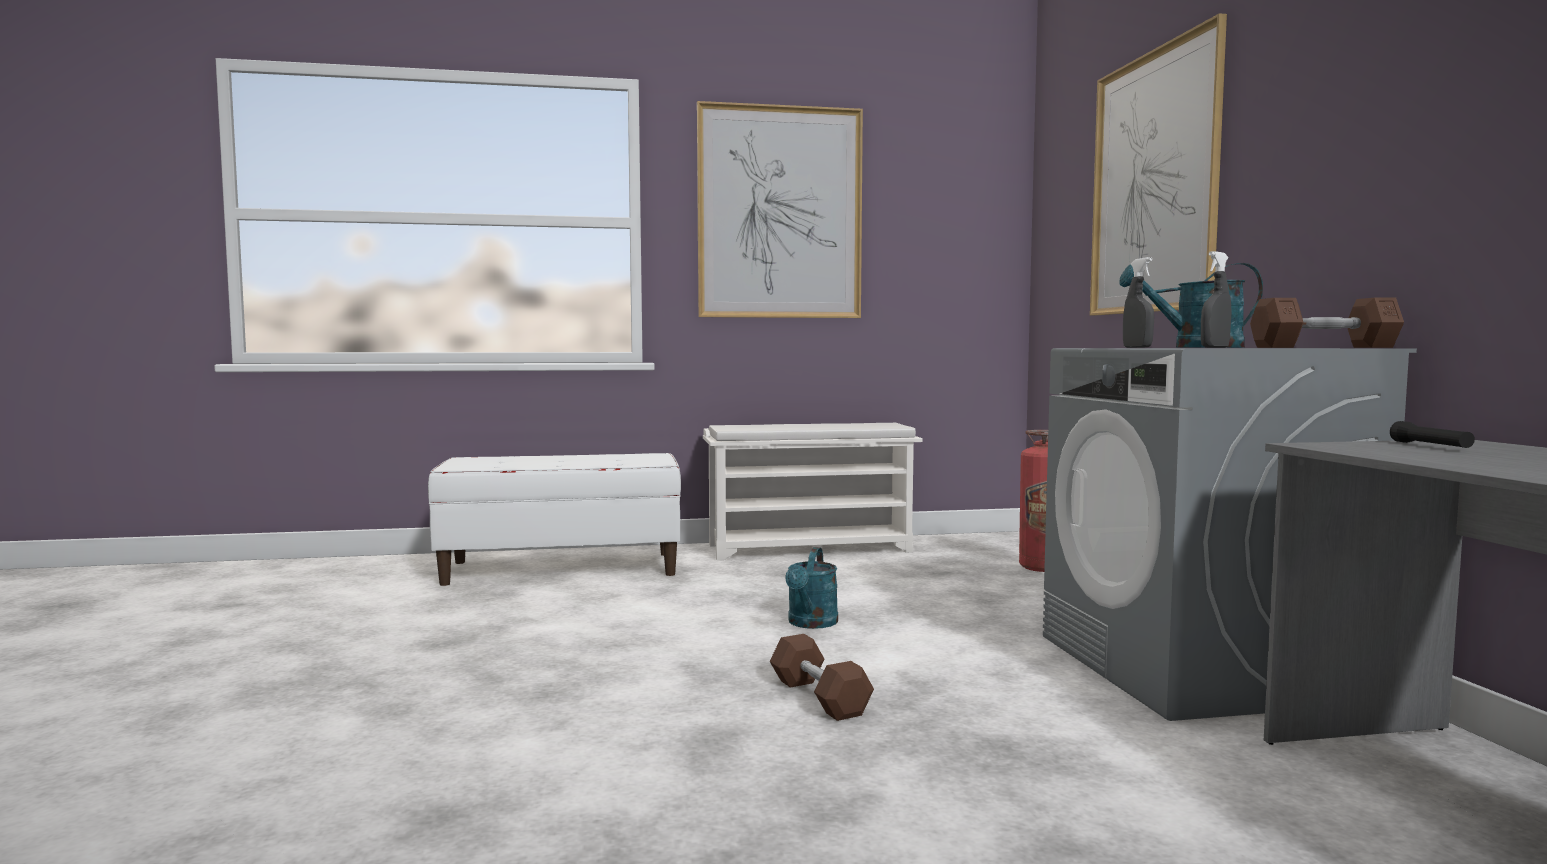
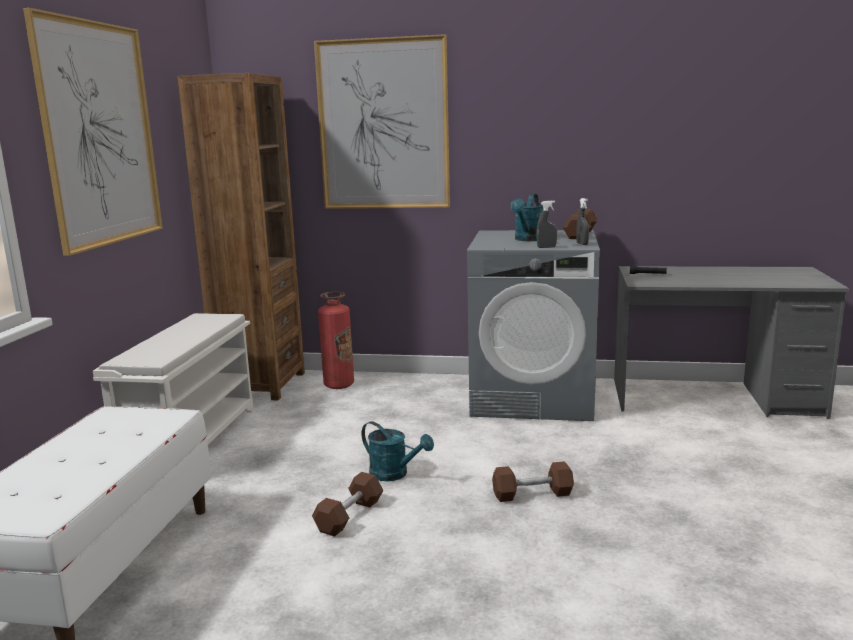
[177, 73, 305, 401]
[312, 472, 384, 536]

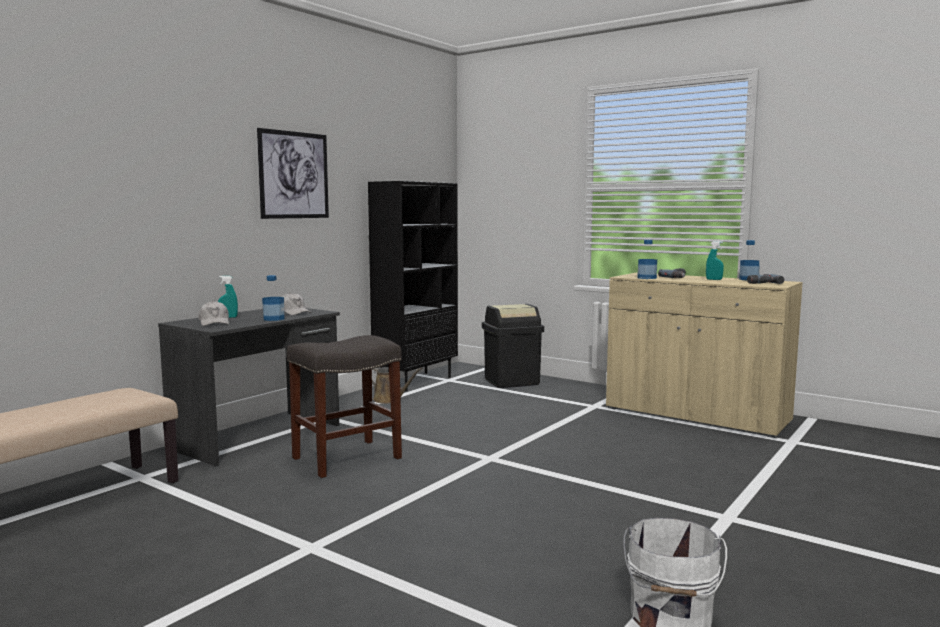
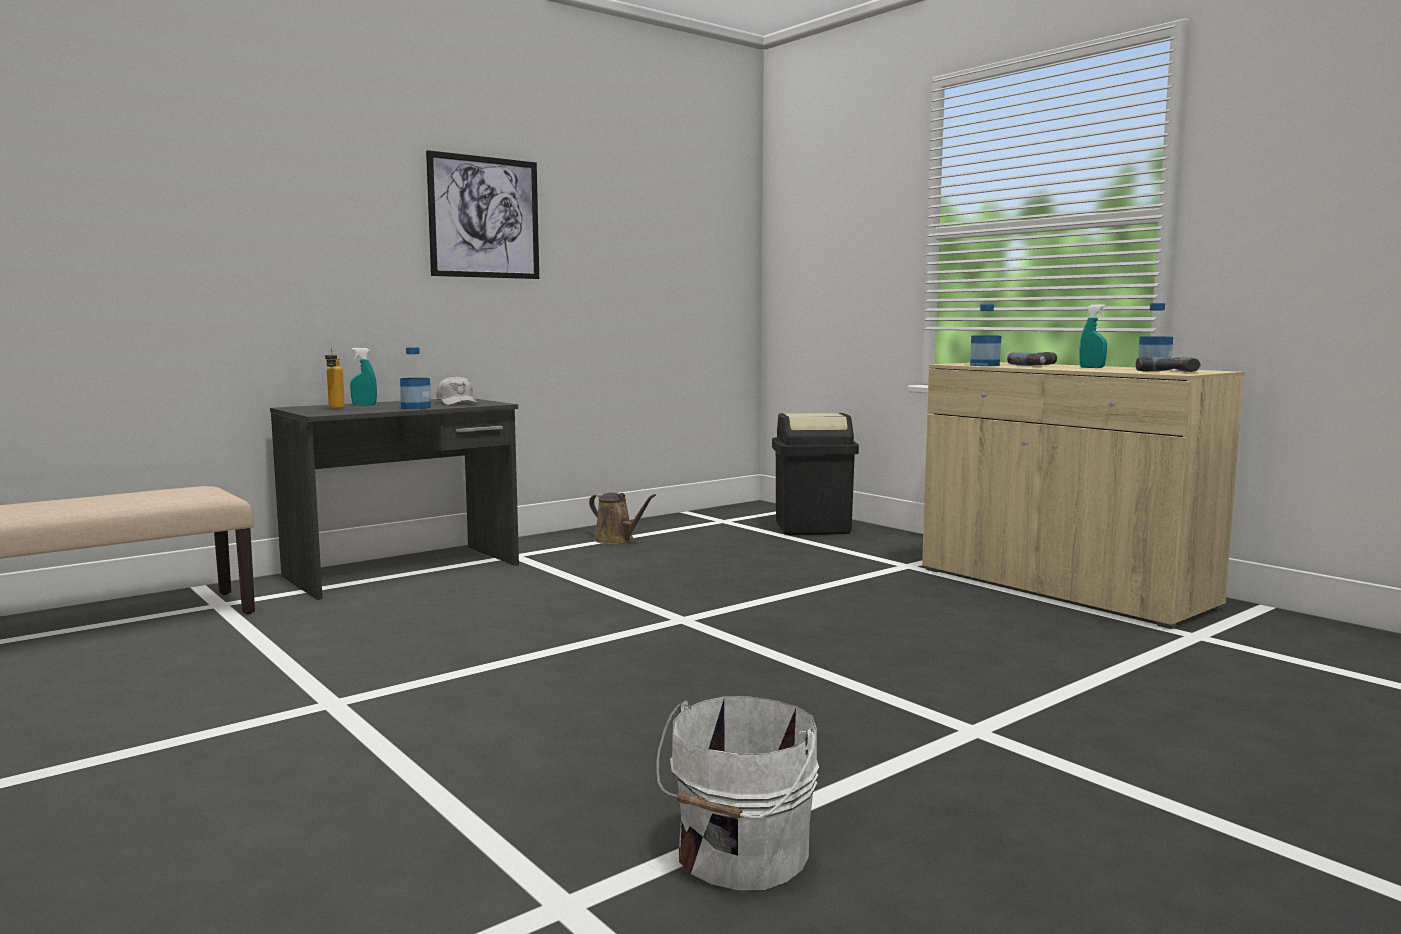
[368, 181, 458, 391] (first image)
[325, 348, 345, 409]
[287, 335, 402, 478] (first image)

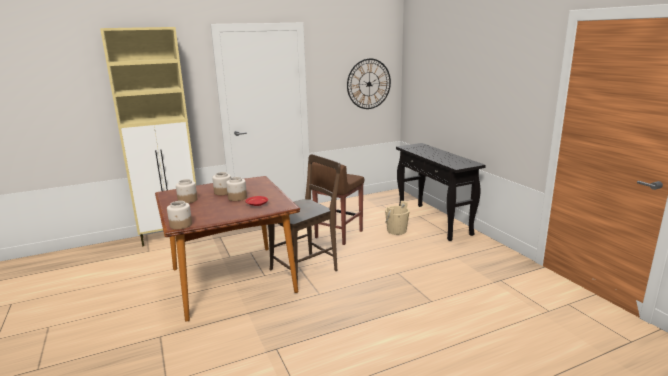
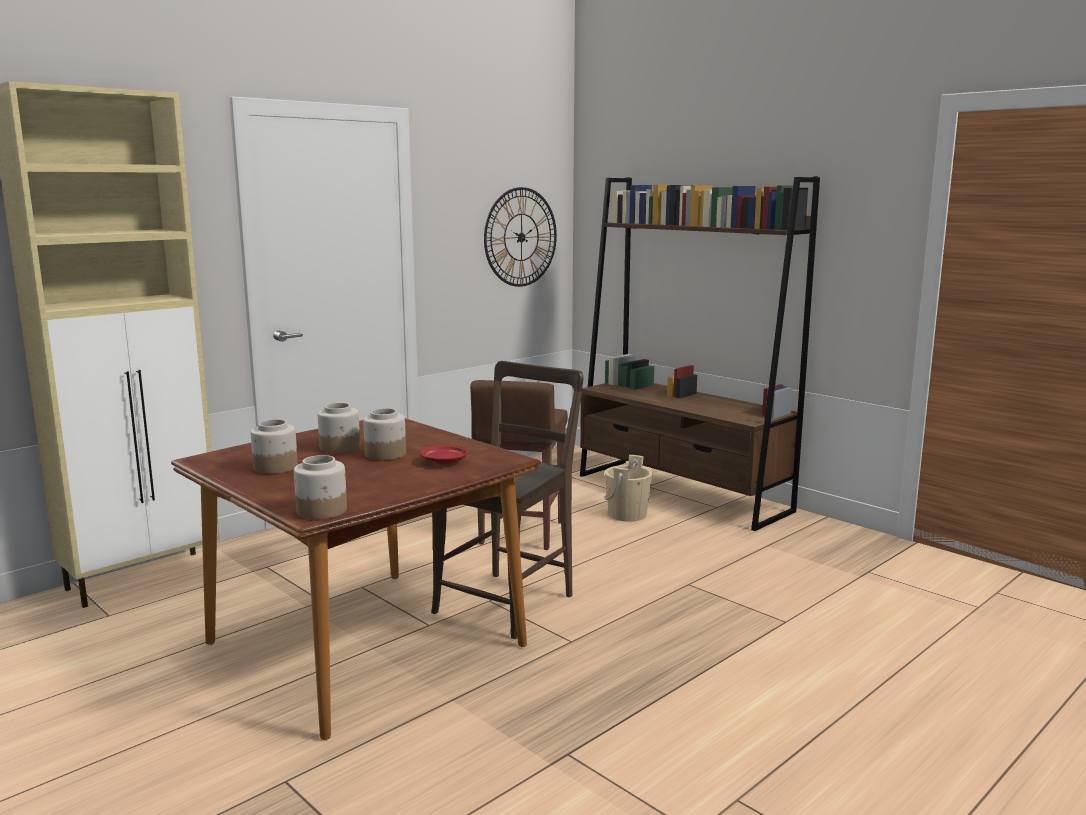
[580, 177, 820, 531]

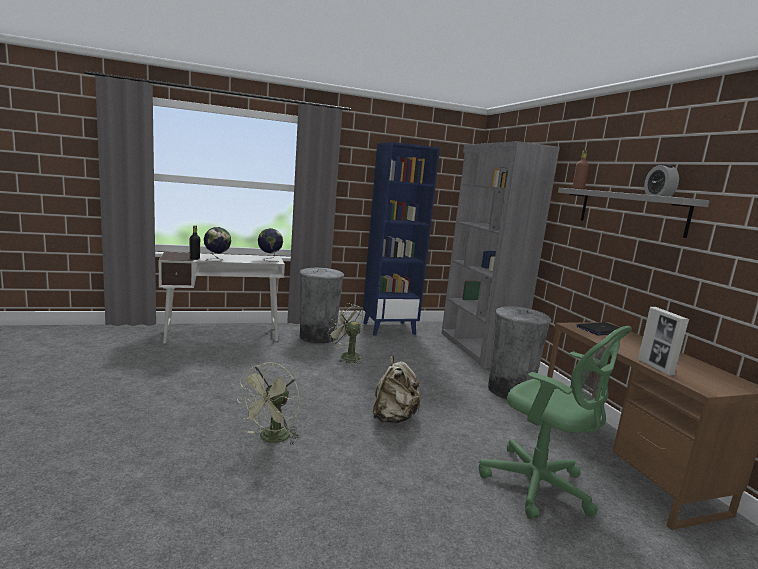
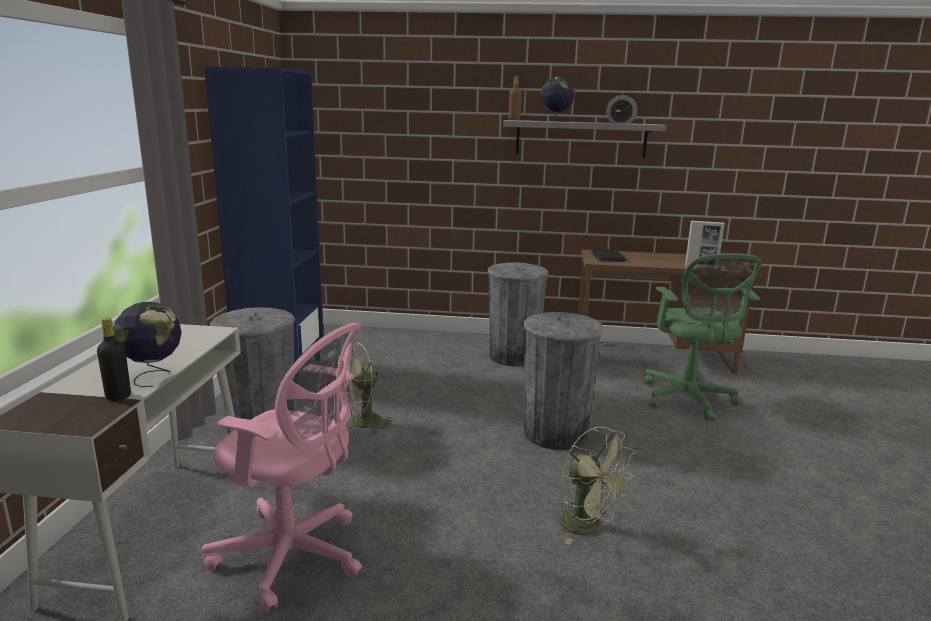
[441, 141, 560, 368] (first image)
[541, 77, 575, 122]
[644, 253, 762, 421]
[523, 312, 604, 450]
[202, 323, 362, 612]

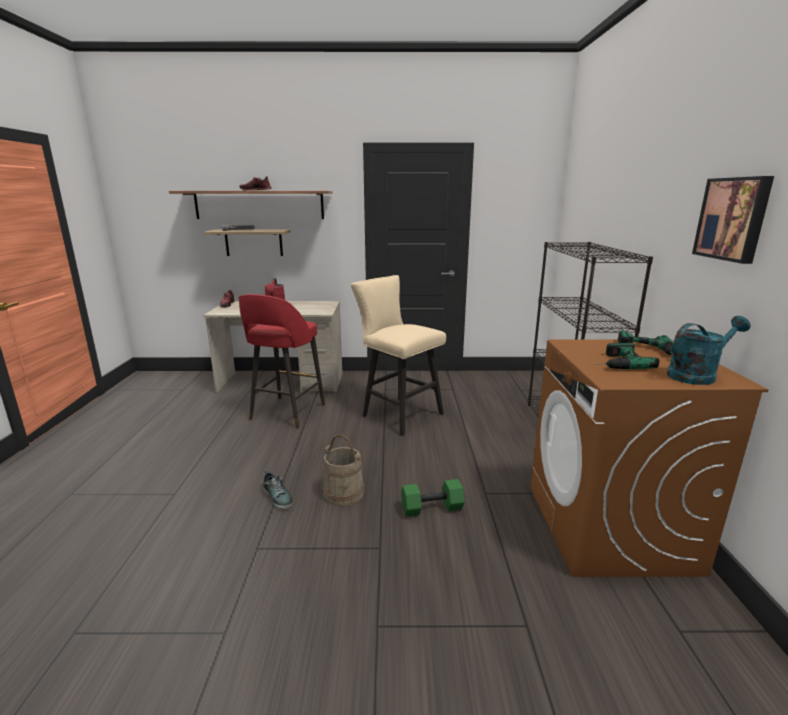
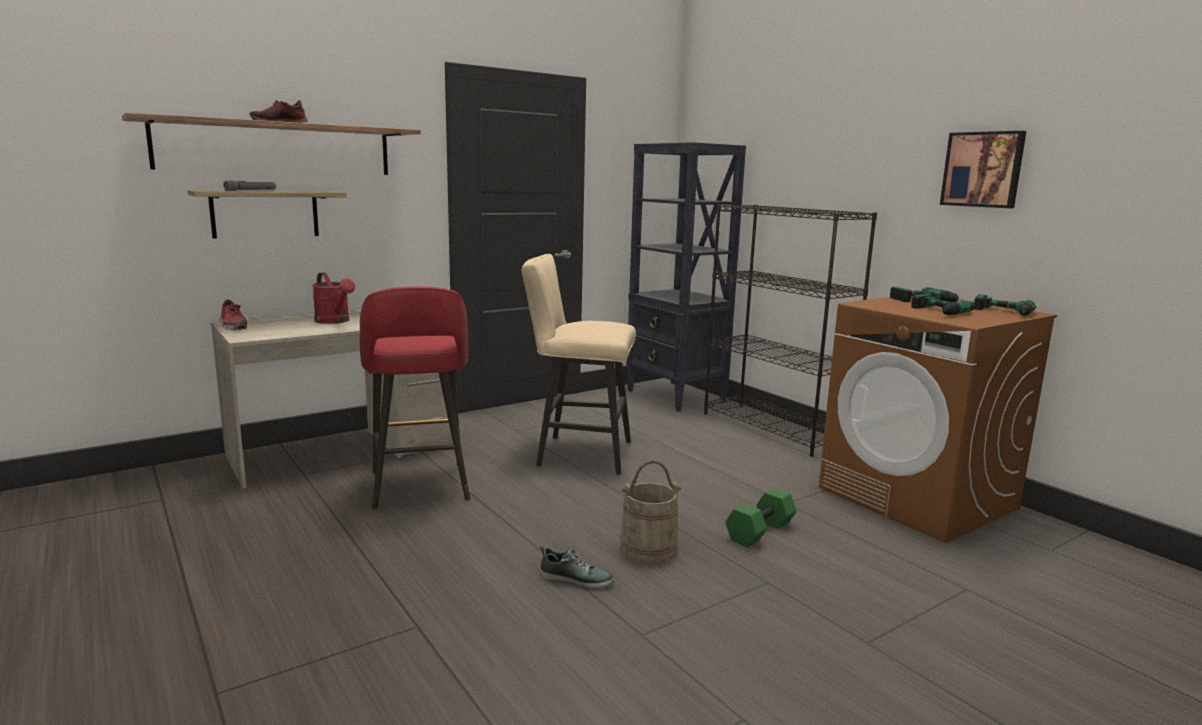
[974, 294, 1036, 316]
[626, 142, 746, 412]

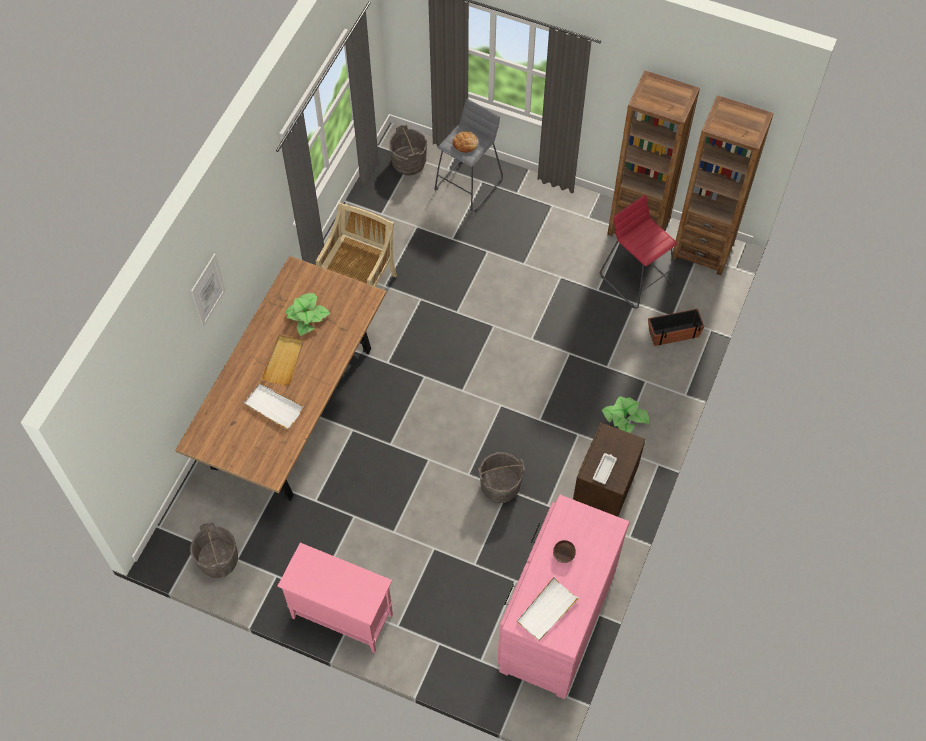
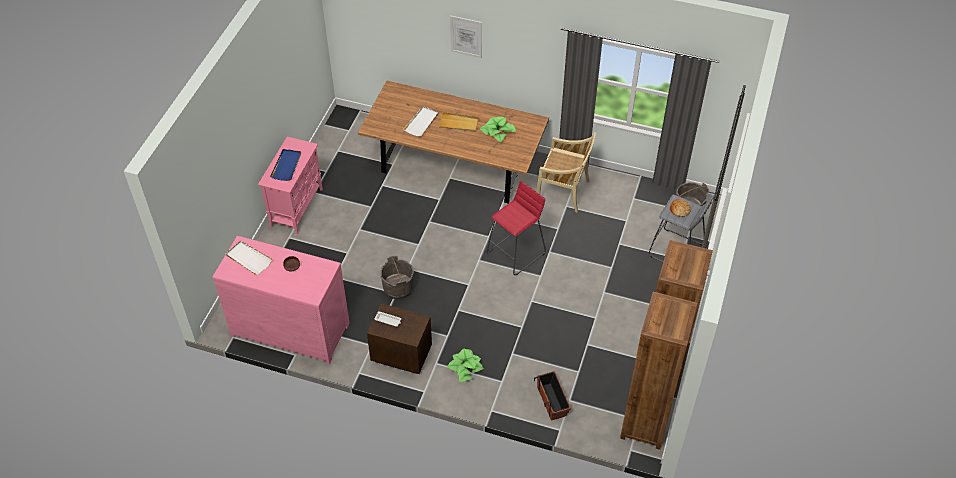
[487, 181, 546, 275]
[190, 522, 238, 578] (first image)
[270, 149, 301, 181]

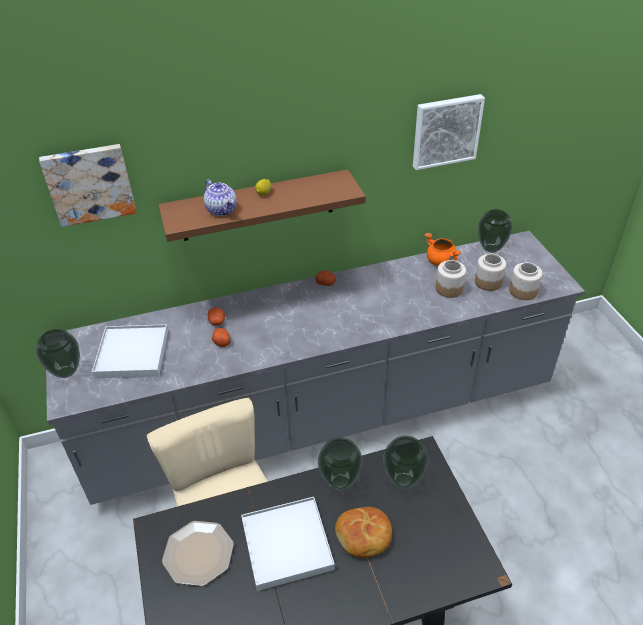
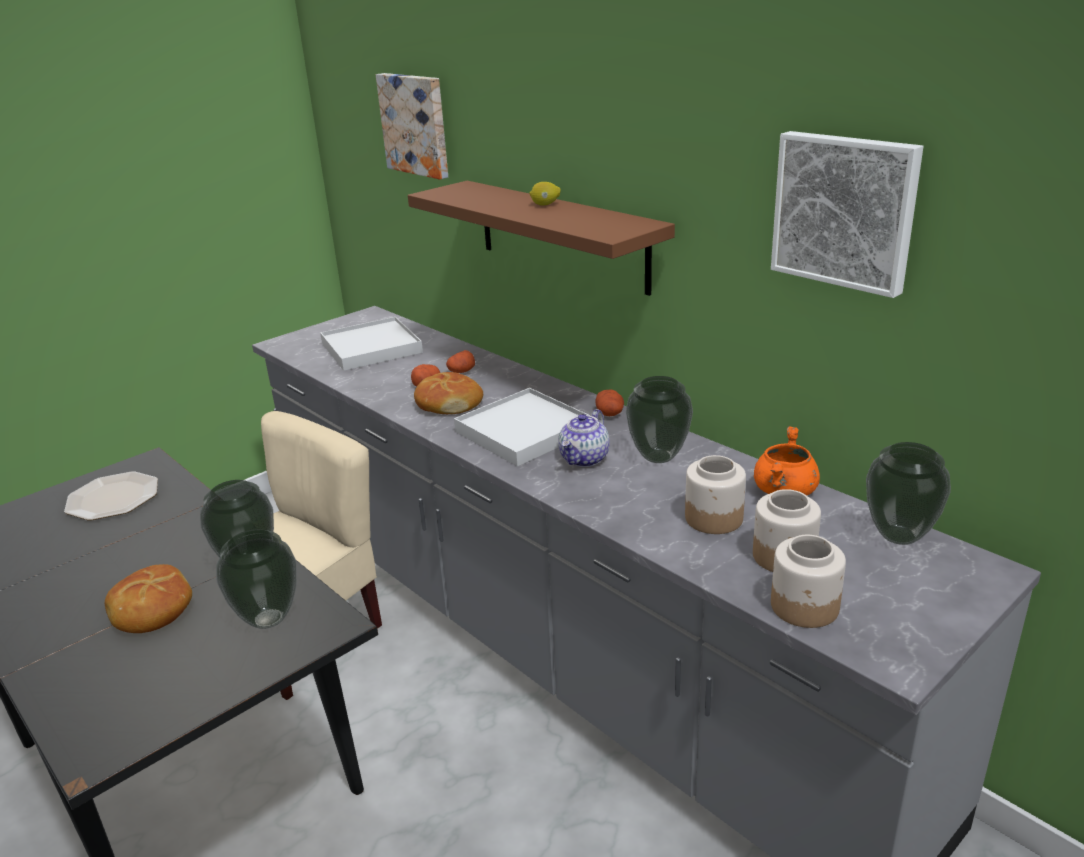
[558, 409, 610, 467]
[626, 376, 693, 463]
[454, 388, 591, 467]
[414, 372, 483, 414]

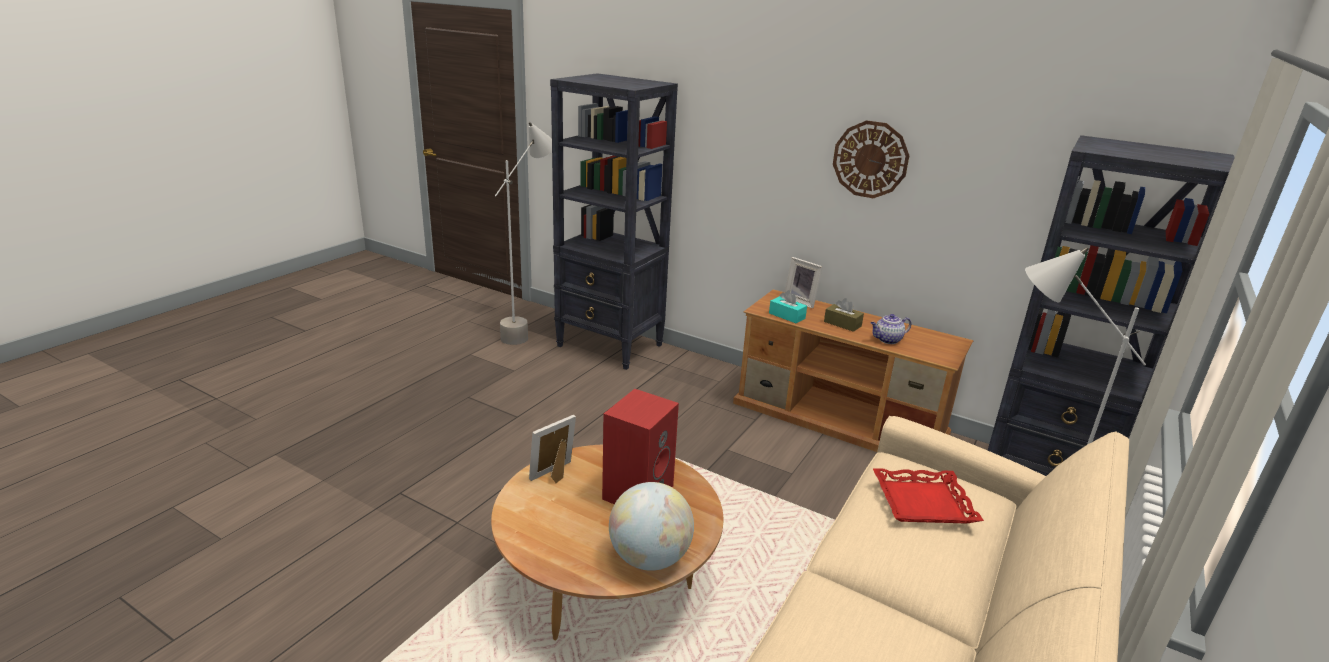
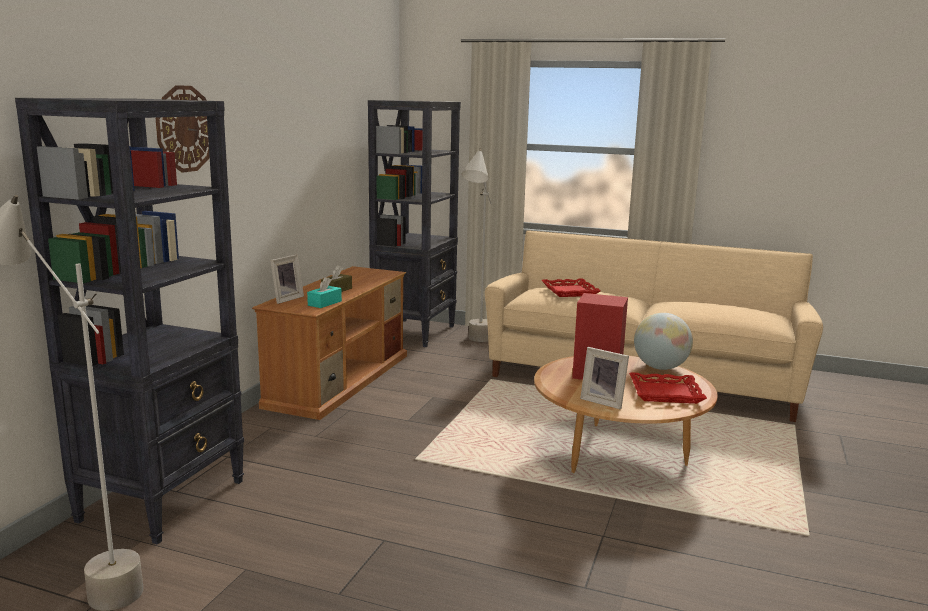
[156, 85, 210, 173]
[871, 314, 911, 344] (first image)
[629, 372, 707, 404]

